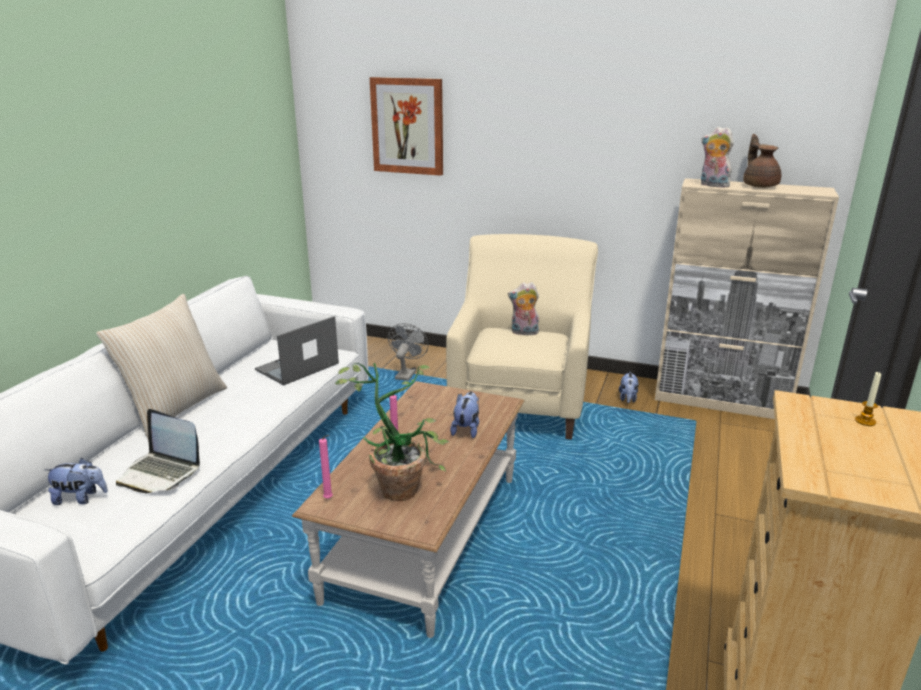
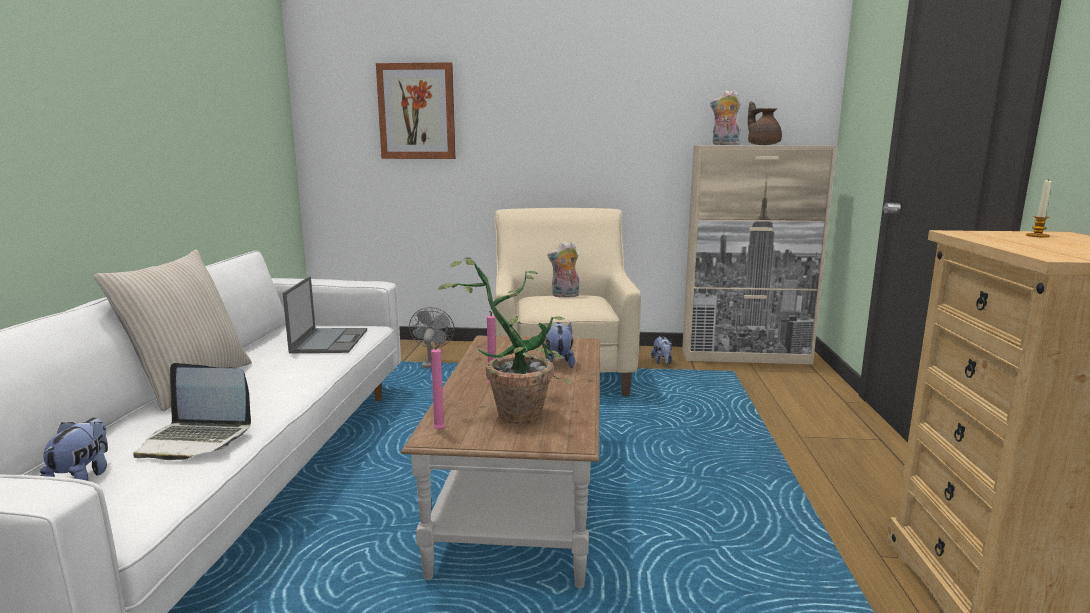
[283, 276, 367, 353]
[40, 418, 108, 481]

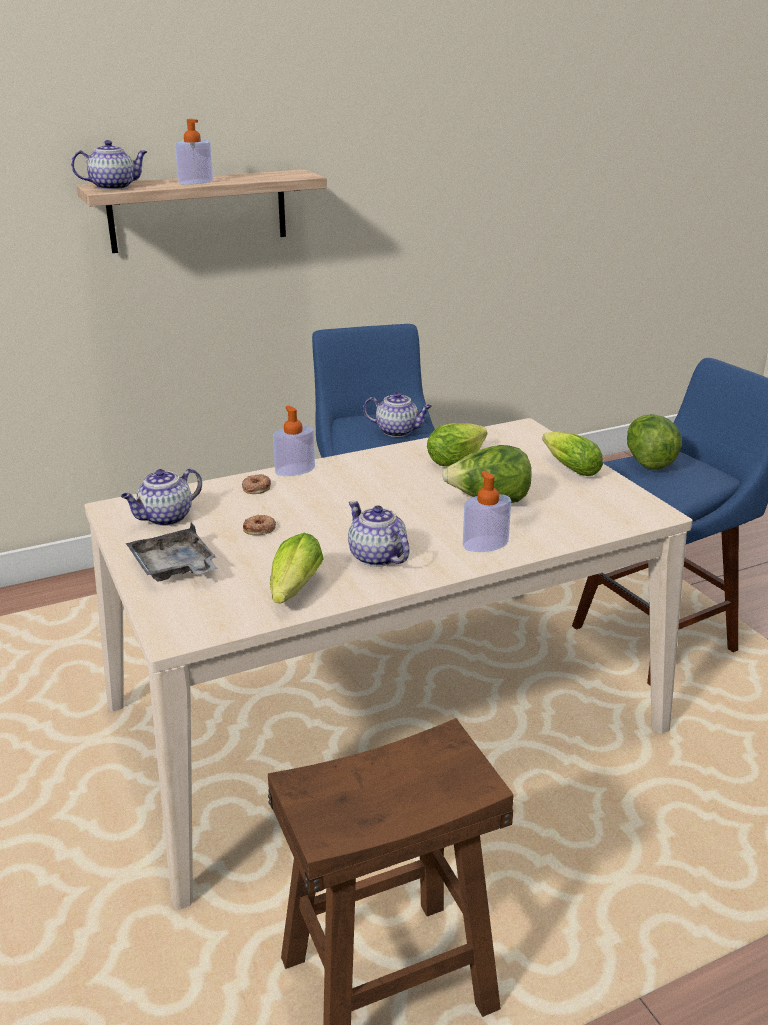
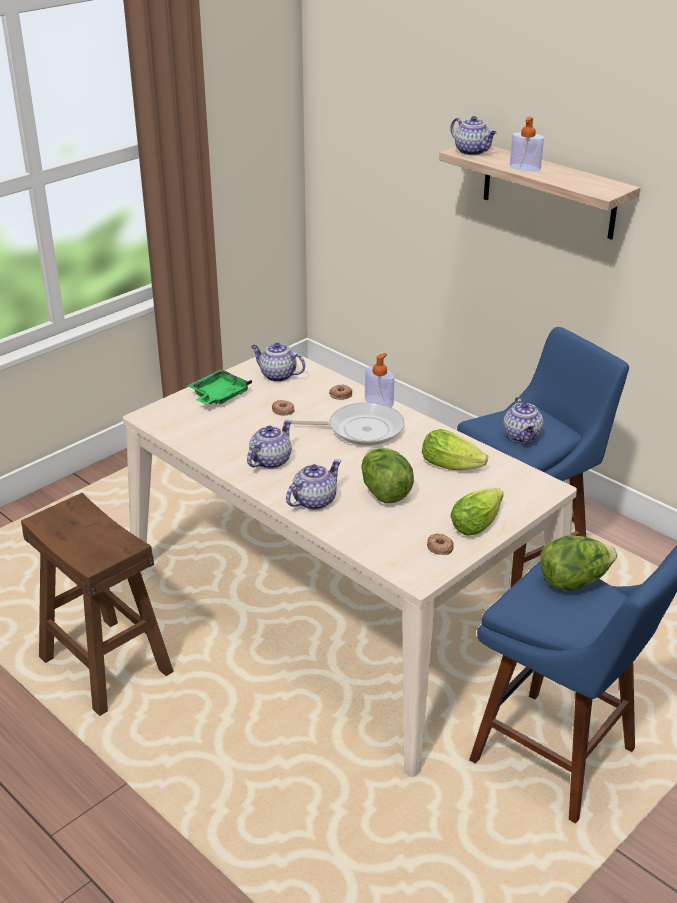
[286, 459, 341, 510]
[187, 369, 252, 404]
[270, 533, 324, 603] (first image)
[291, 403, 405, 446]
[427, 533, 454, 555]

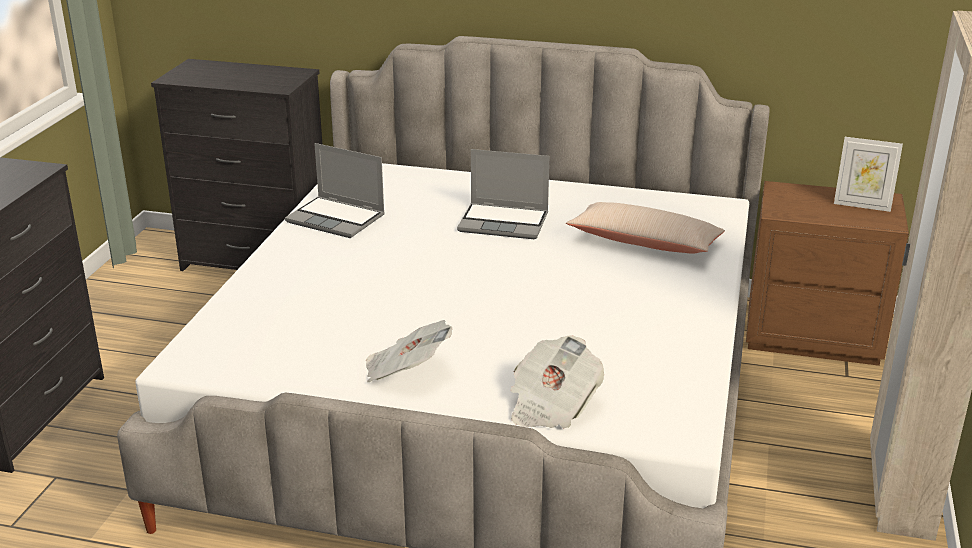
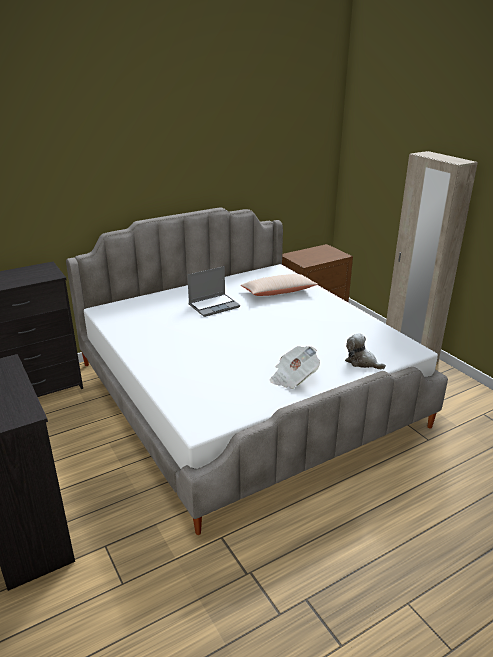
[834, 137, 903, 212] (first image)
[285, 143, 385, 238] (first image)
[345, 333, 386, 369]

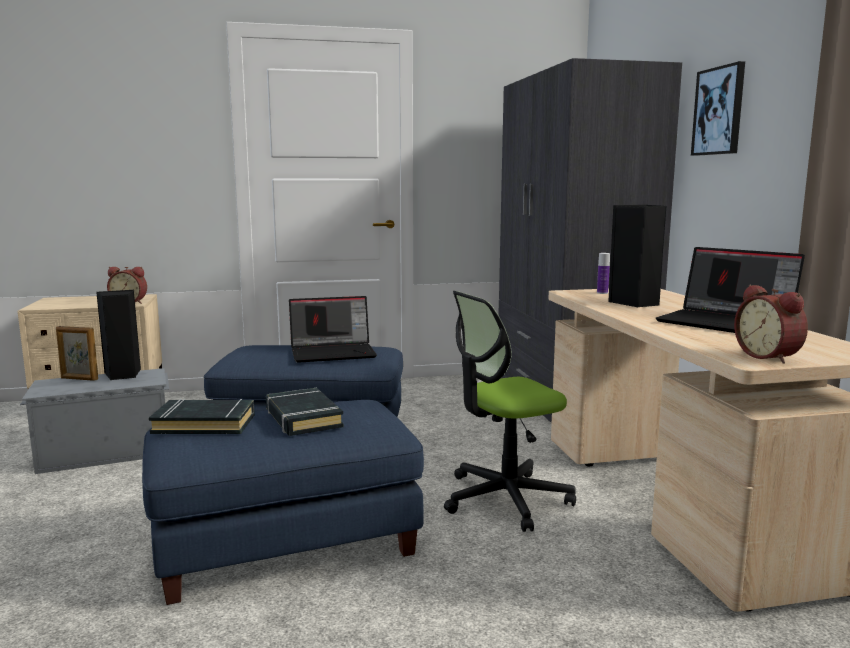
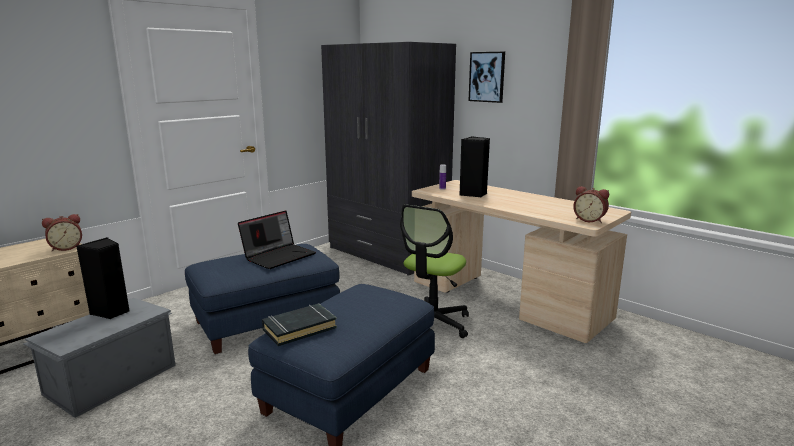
[656, 247, 805, 333] (first image)
[56, 326, 98, 381] (first image)
[266, 388, 344, 436] (first image)

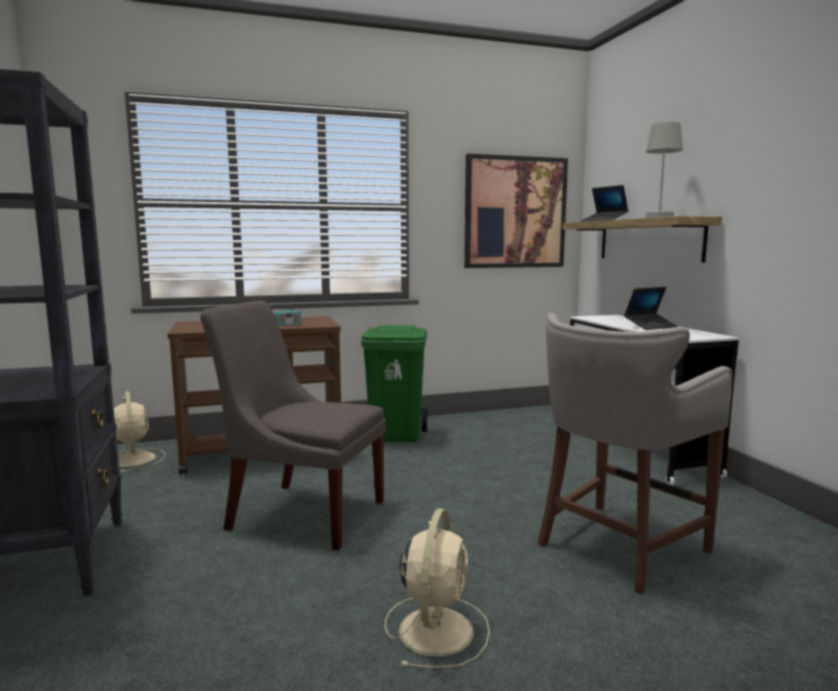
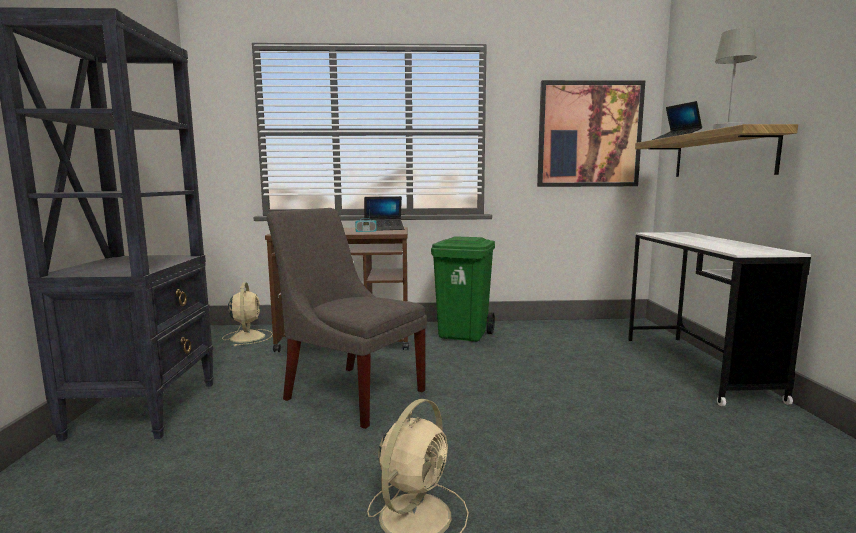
[364, 196, 404, 231]
[537, 313, 733, 595] (first image)

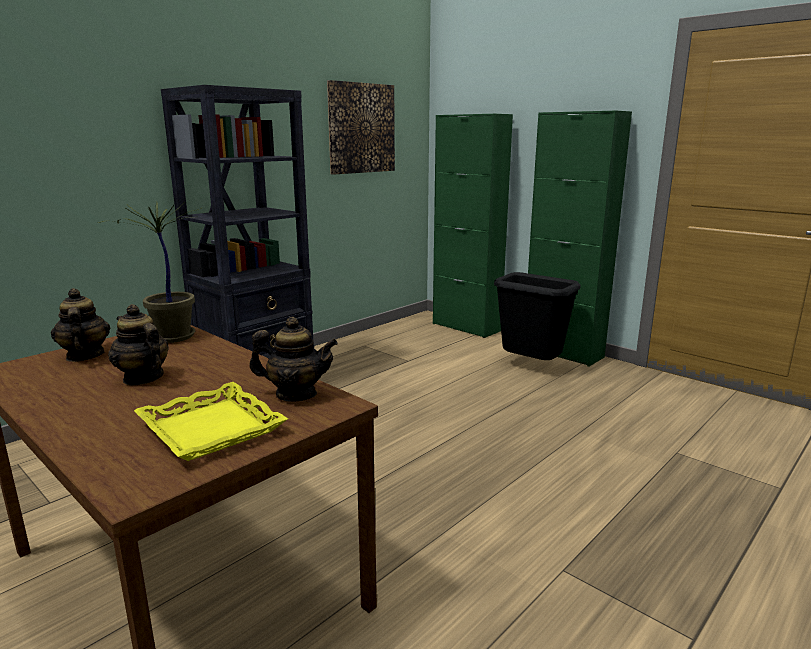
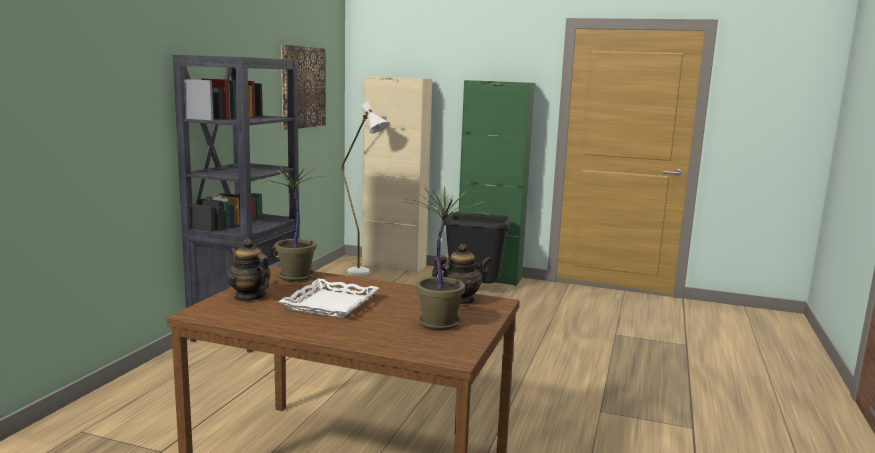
[362, 76, 432, 273]
[278, 278, 379, 318]
[405, 186, 490, 331]
[342, 102, 390, 276]

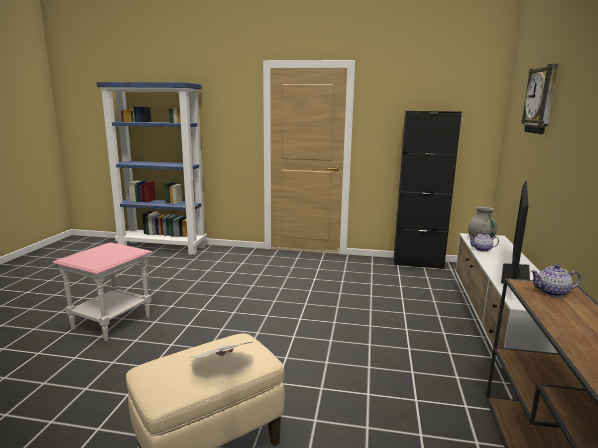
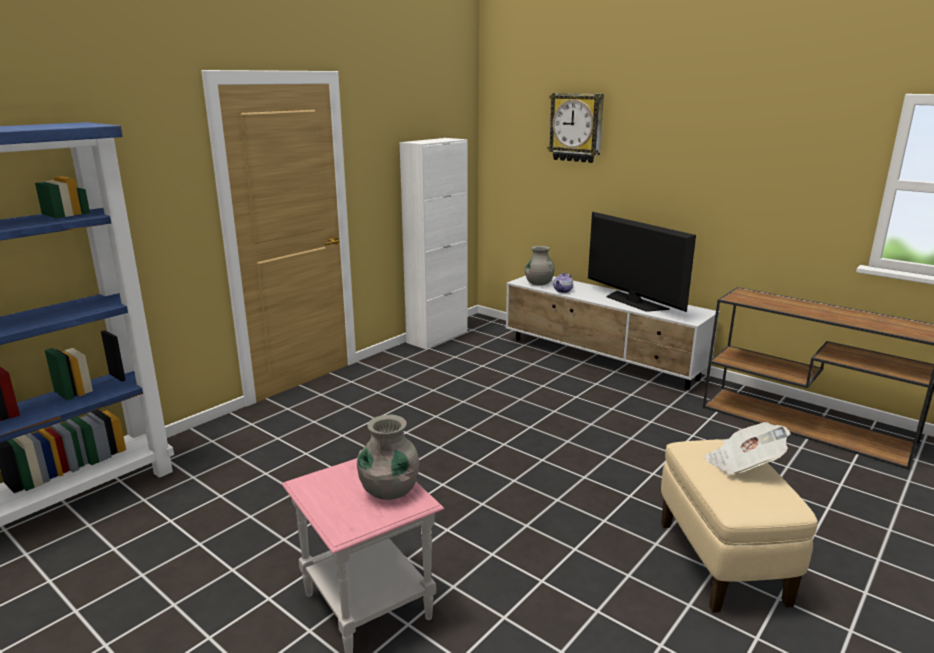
[400, 138, 467, 350]
[530, 264, 581, 297] (first image)
[357, 415, 419, 500]

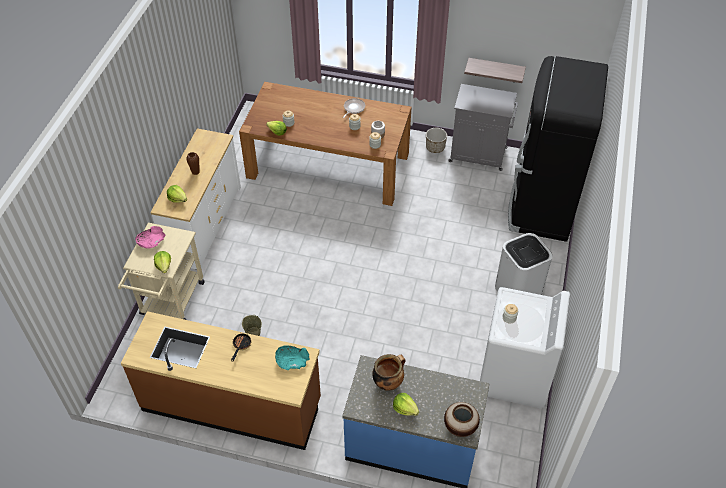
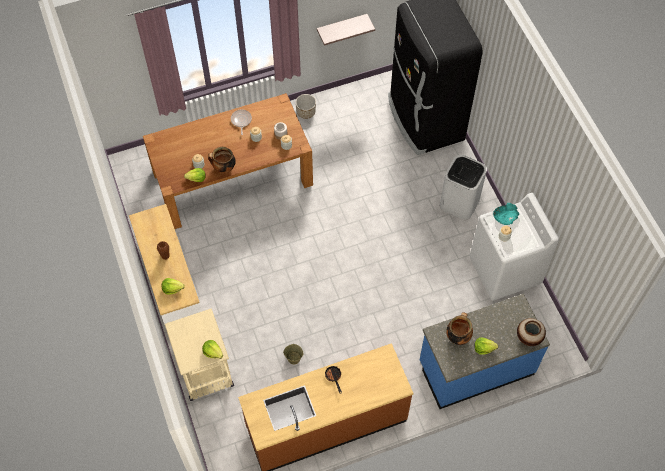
[448, 84, 518, 171] (first image)
[135, 226, 165, 249] (first image)
[493, 203, 519, 225]
[208, 147, 236, 173]

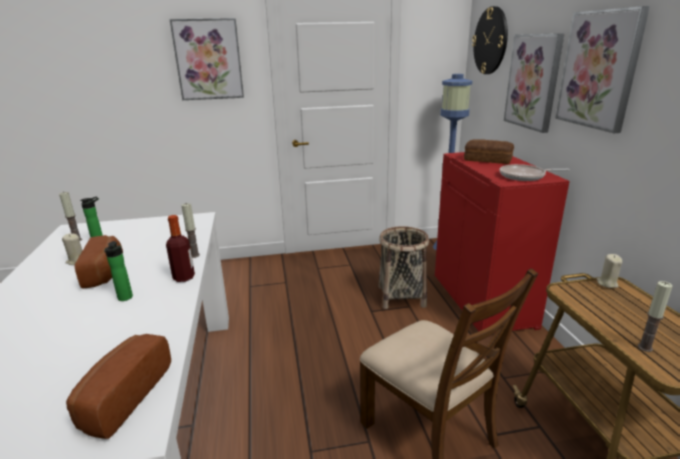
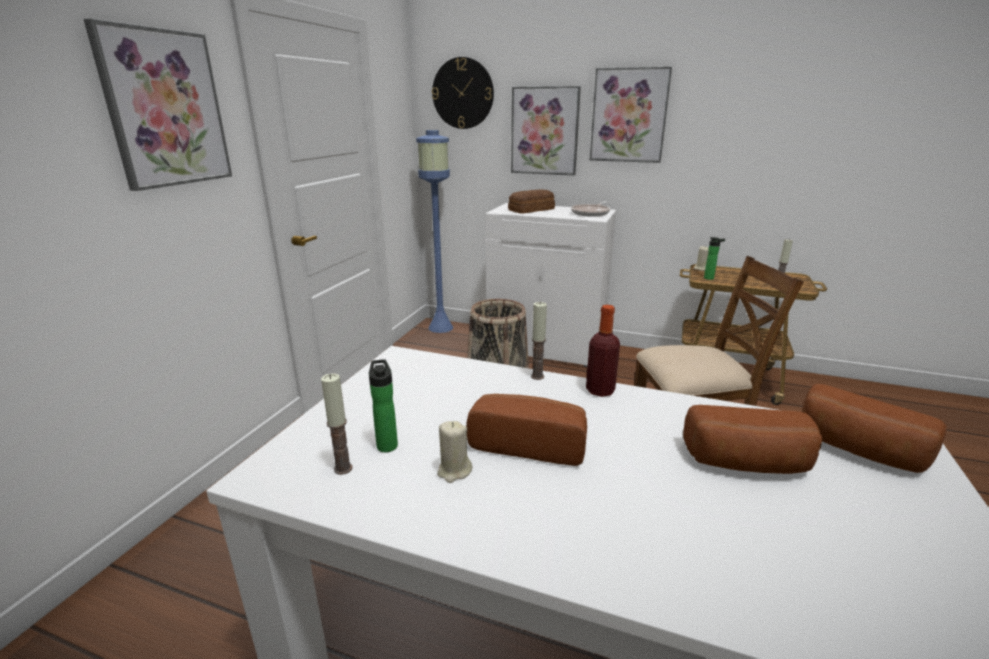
[486, 203, 616, 367]
[704, 237, 725, 280]
[683, 405, 822, 474]

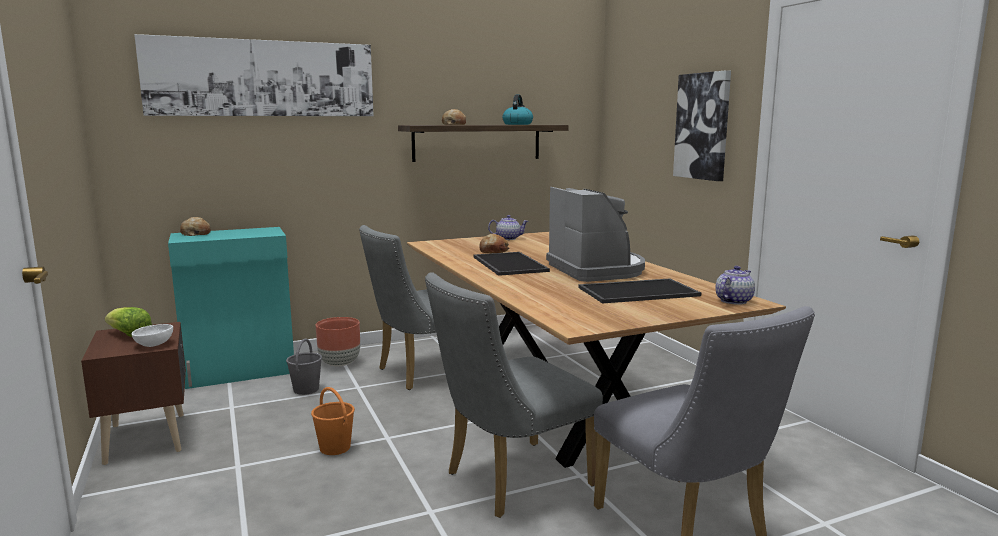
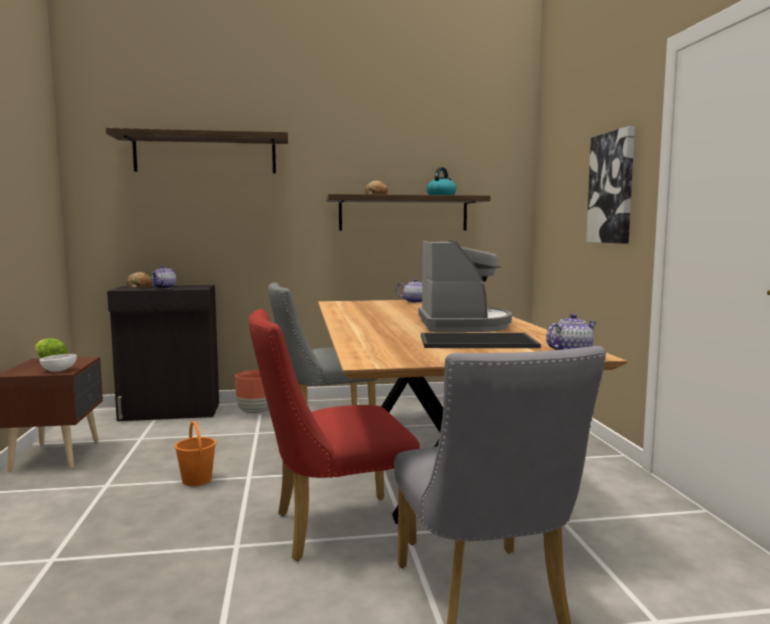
[106, 128, 288, 174]
[107, 285, 219, 421]
[479, 234, 509, 253] (first image)
[473, 252, 550, 276] (first image)
[249, 309, 420, 561]
[286, 338, 322, 395] (first image)
[151, 265, 176, 289]

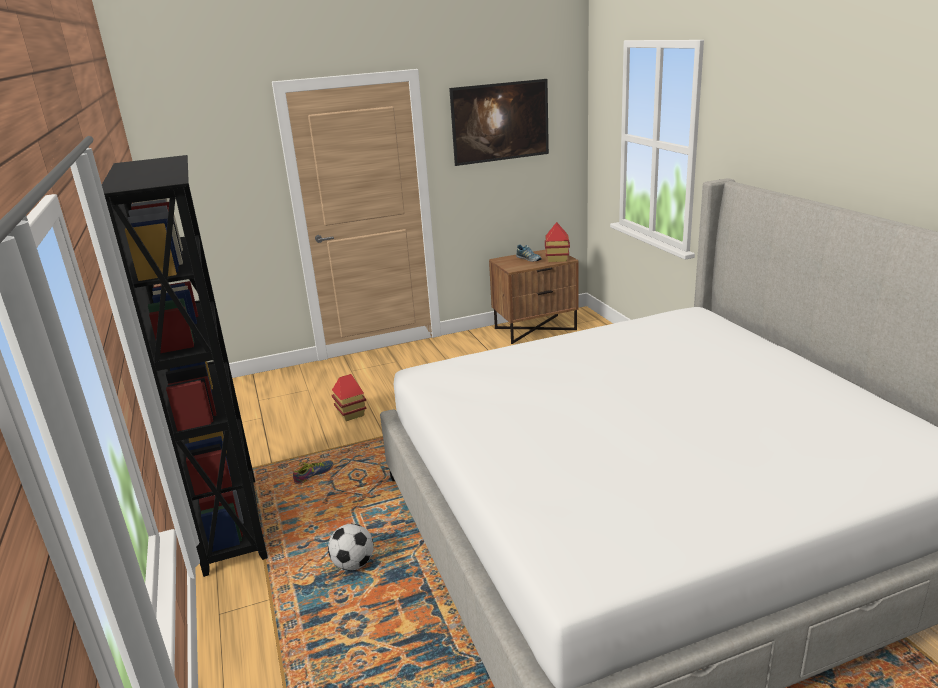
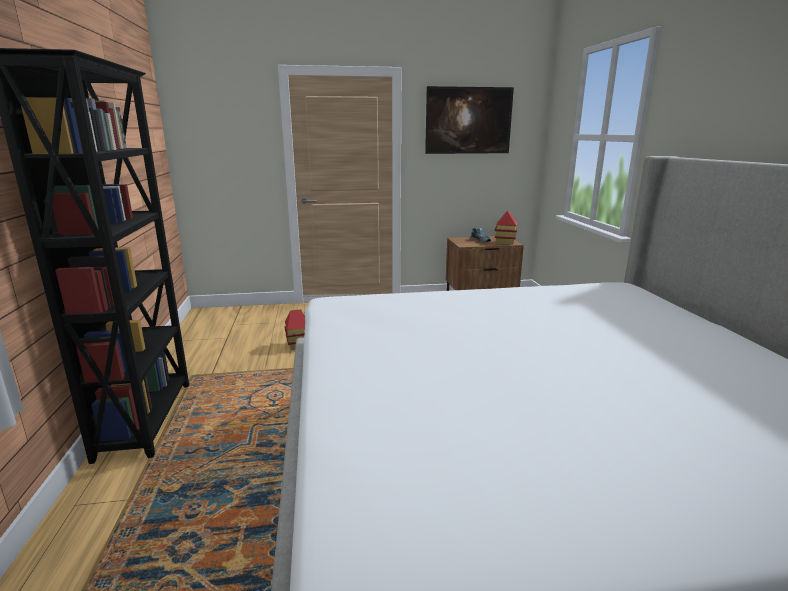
[293, 460, 334, 484] (first image)
[328, 524, 374, 570] (first image)

